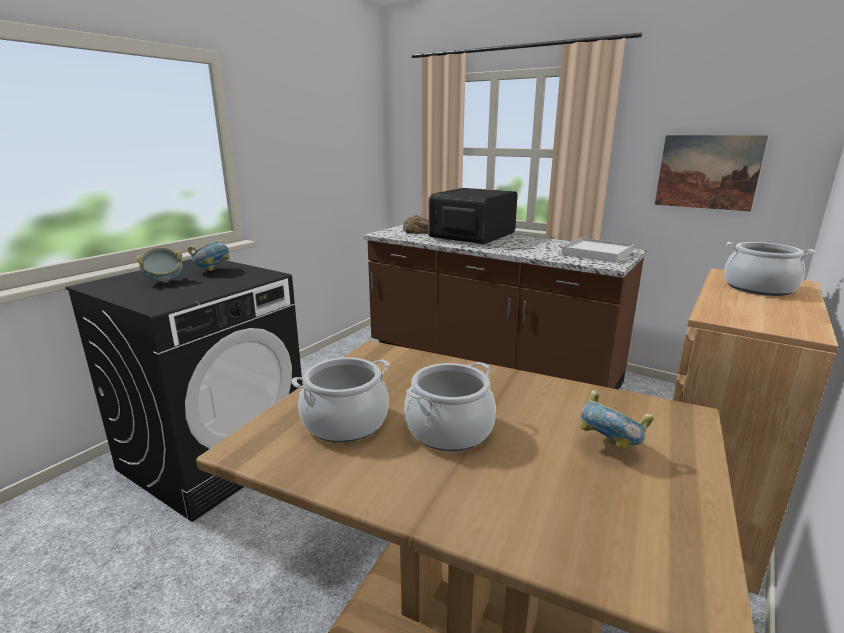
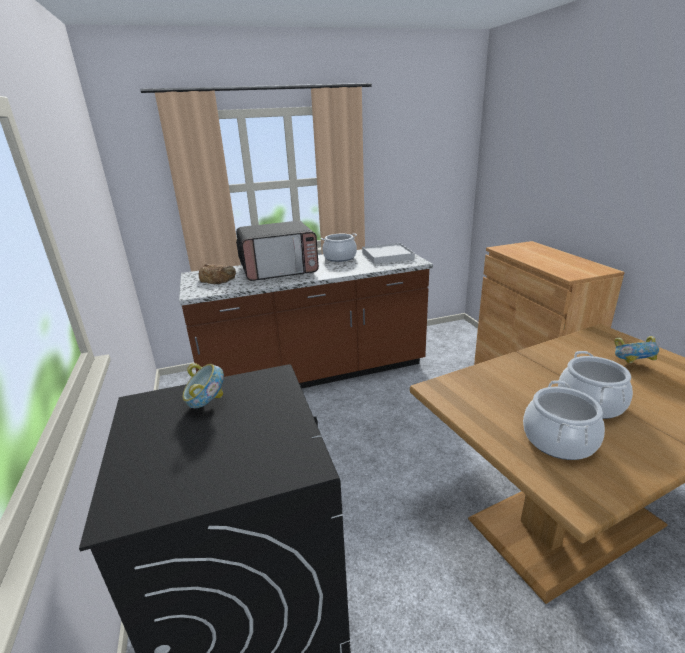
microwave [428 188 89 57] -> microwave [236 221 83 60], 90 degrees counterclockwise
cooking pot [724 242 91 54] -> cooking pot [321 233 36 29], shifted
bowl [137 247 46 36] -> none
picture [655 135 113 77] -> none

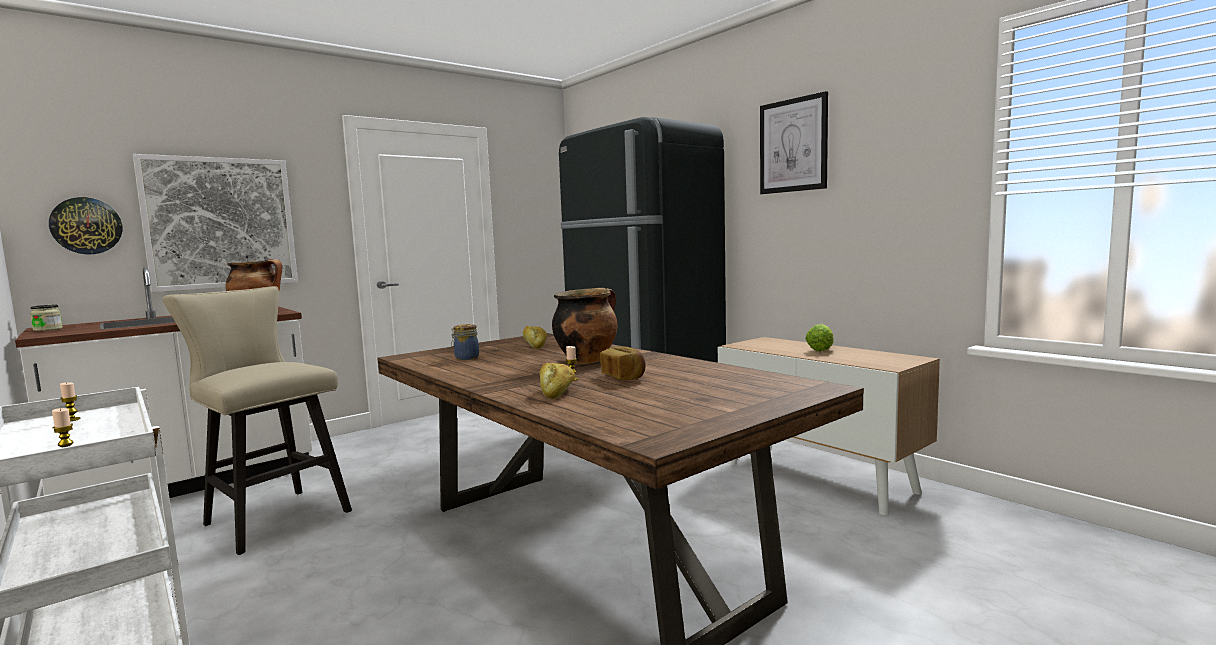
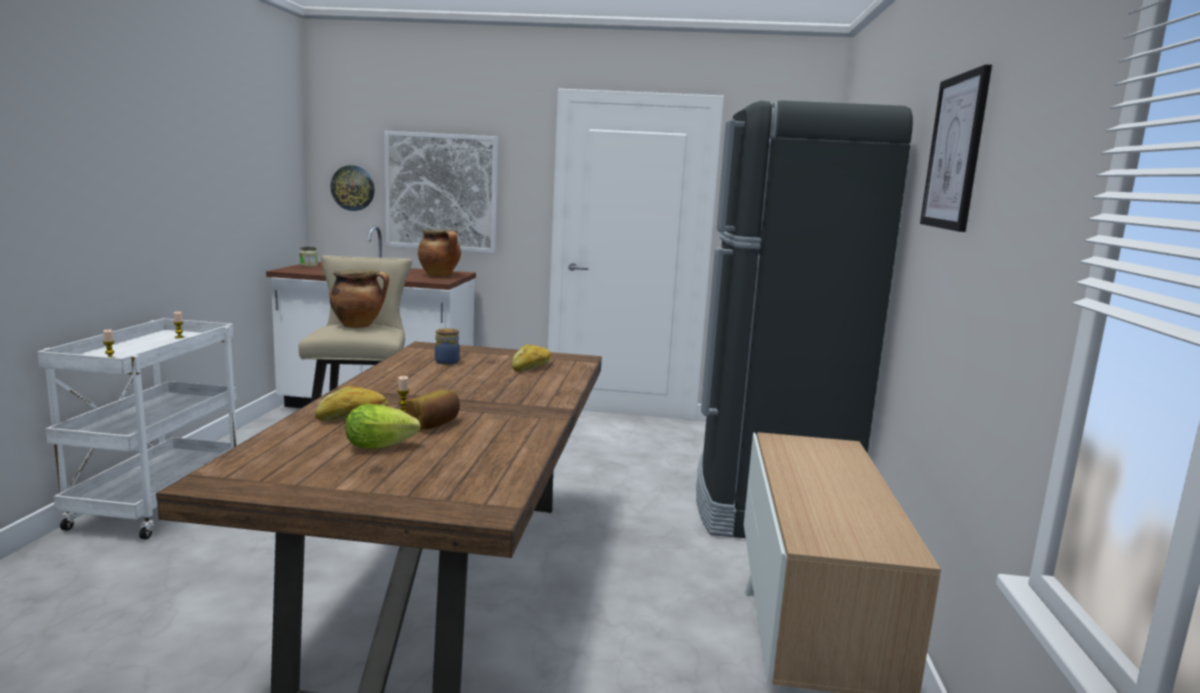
cooking pot [552 288 65 76] -> cooking pot [329 270 60 58], shifted
lettuce [805 324 29 28] -> lettuce [346 404 75 45], shifted

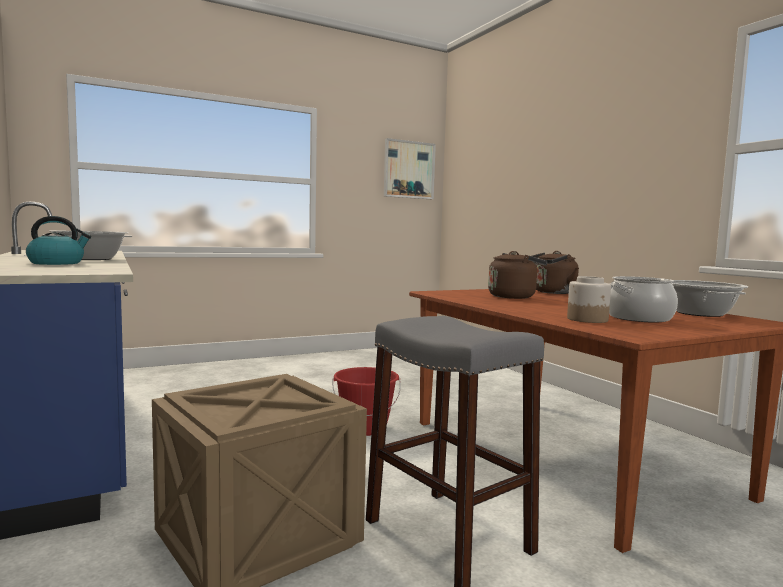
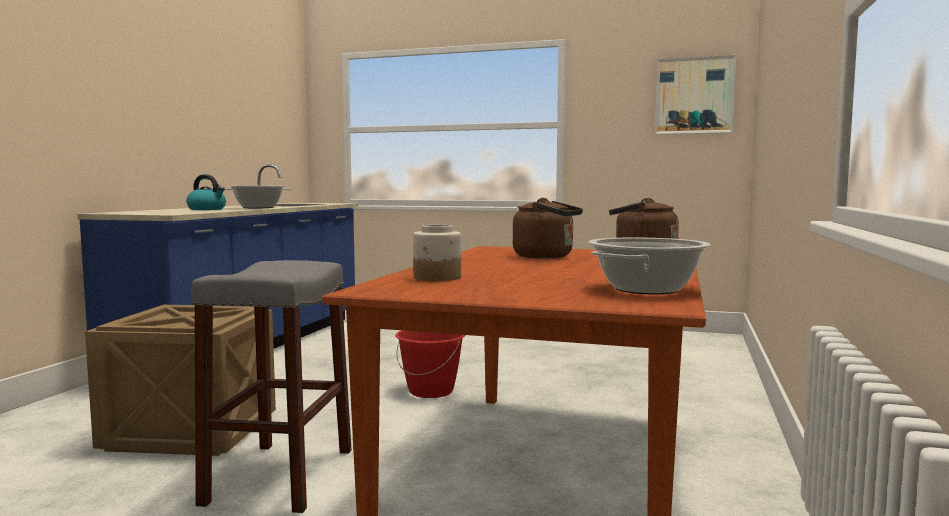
cooking pot [609 276 69 46] -> none

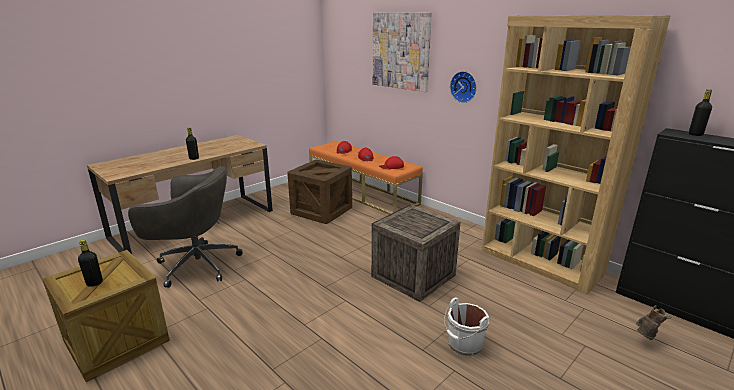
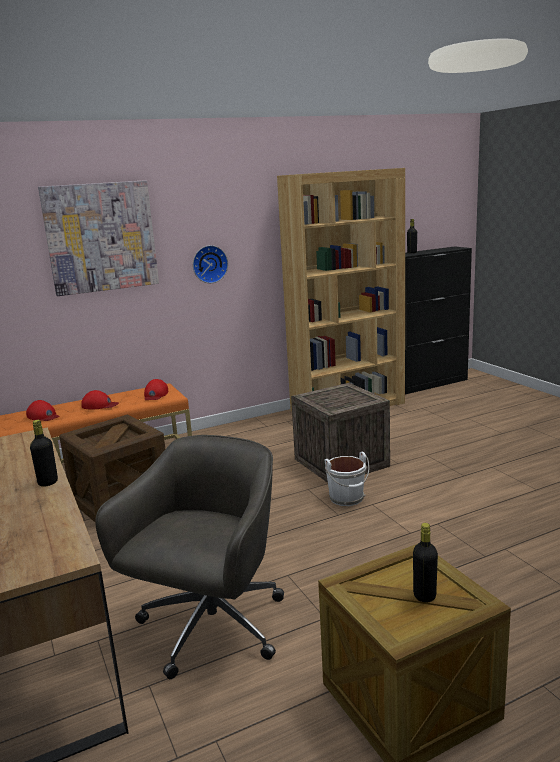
white bucket [444 297 45 59] -> white bucket [325 452 44 54], shifted
brown boot [636 305 36 35] -> none

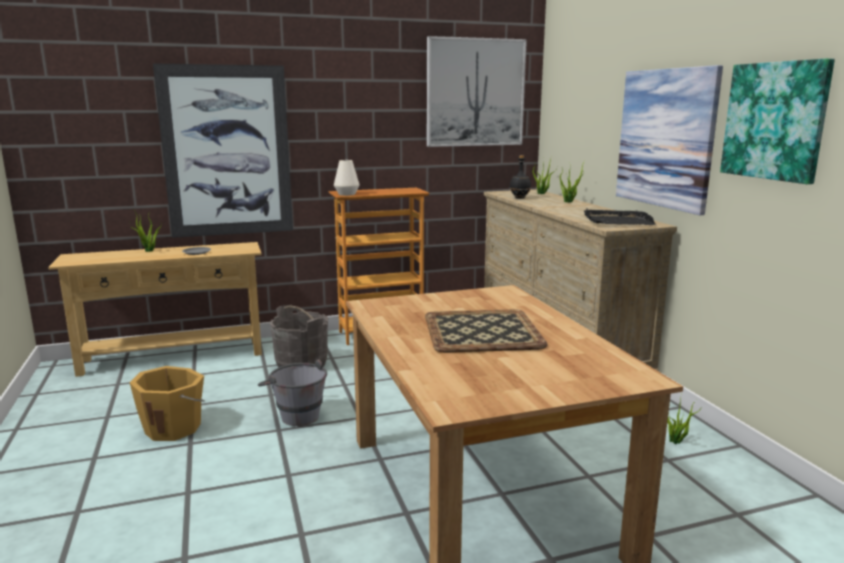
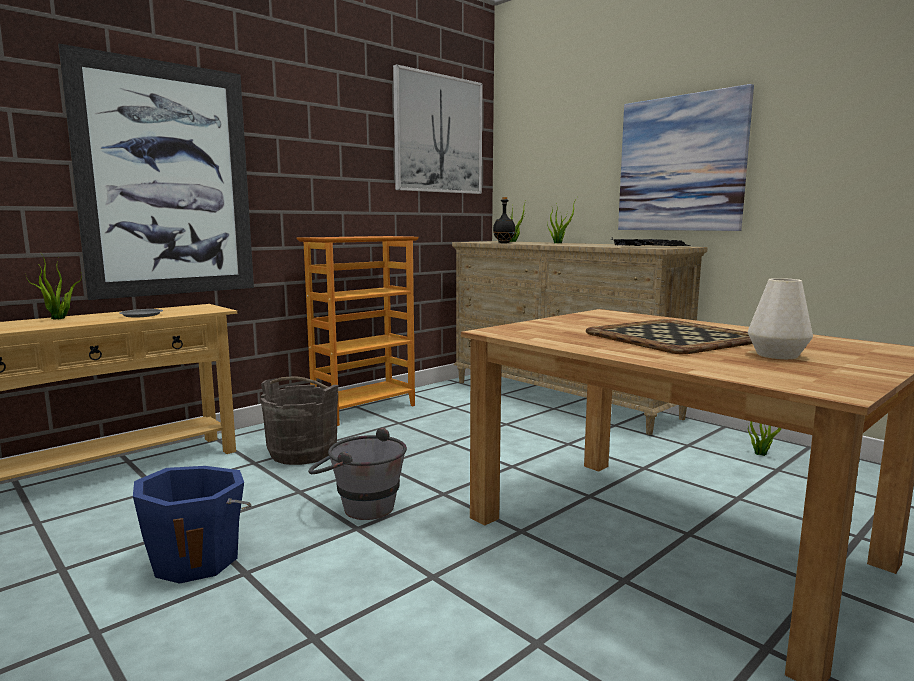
orange bucket [130 366 75 75] -> blue bucket [133 466 119 118]
white vase [334 160 25 36] -> white vase [748 278 65 81], shifted
picture [720 58 115 126] -> none

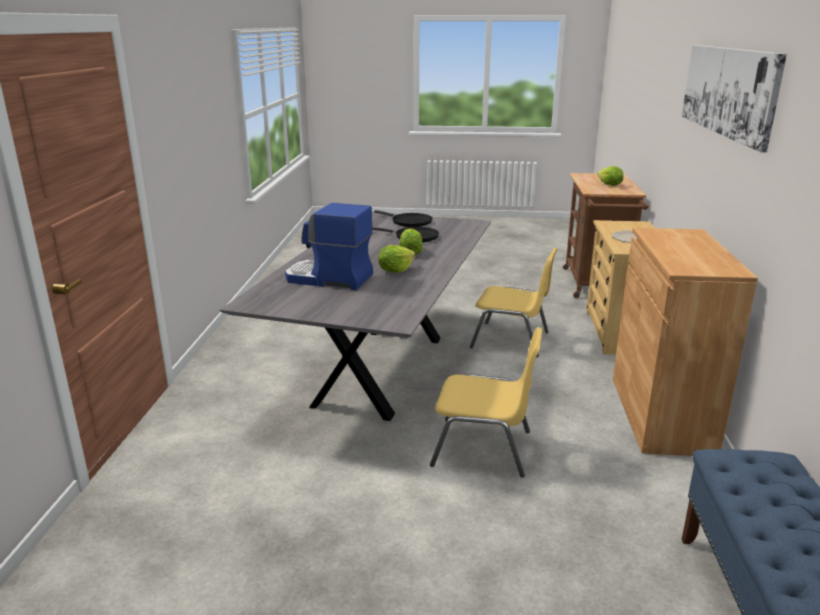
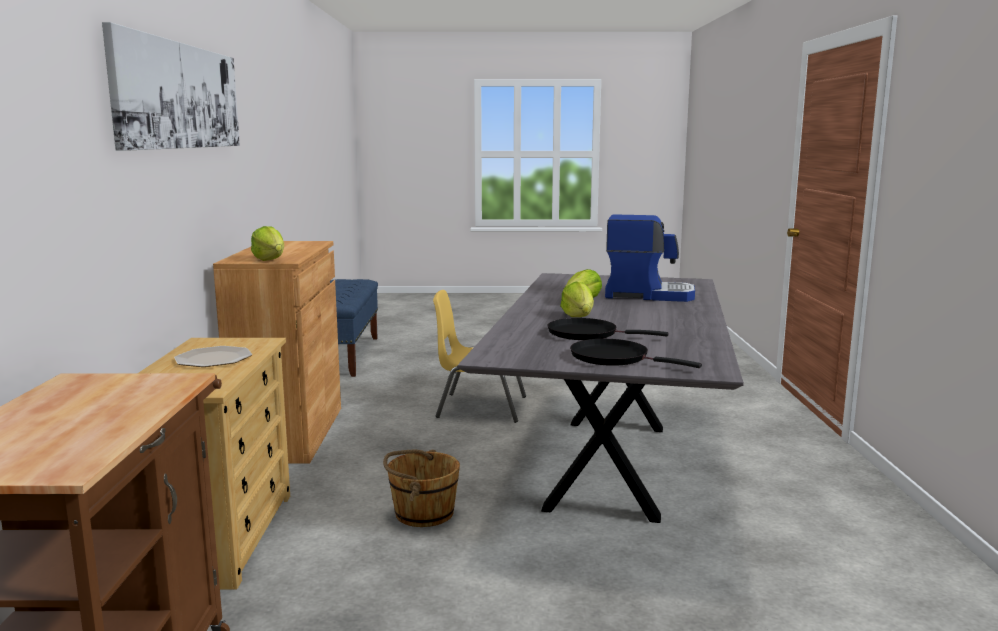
lettuce [597 166 26 20] -> lettuce [251 226 33 35], shifted
yellow chair [470 248 87 109] -> brown bucket [383 449 77 78]

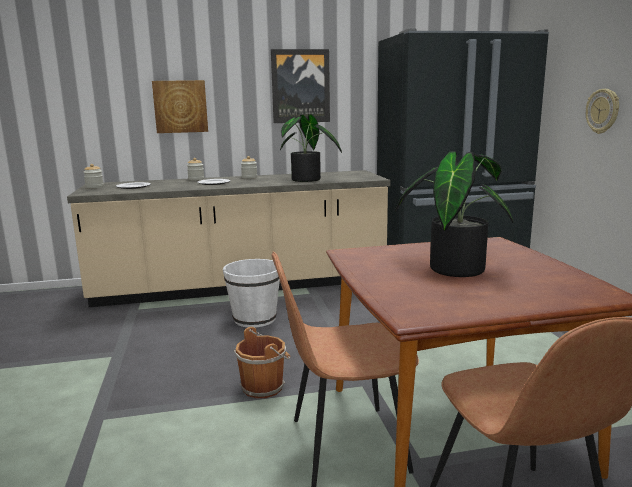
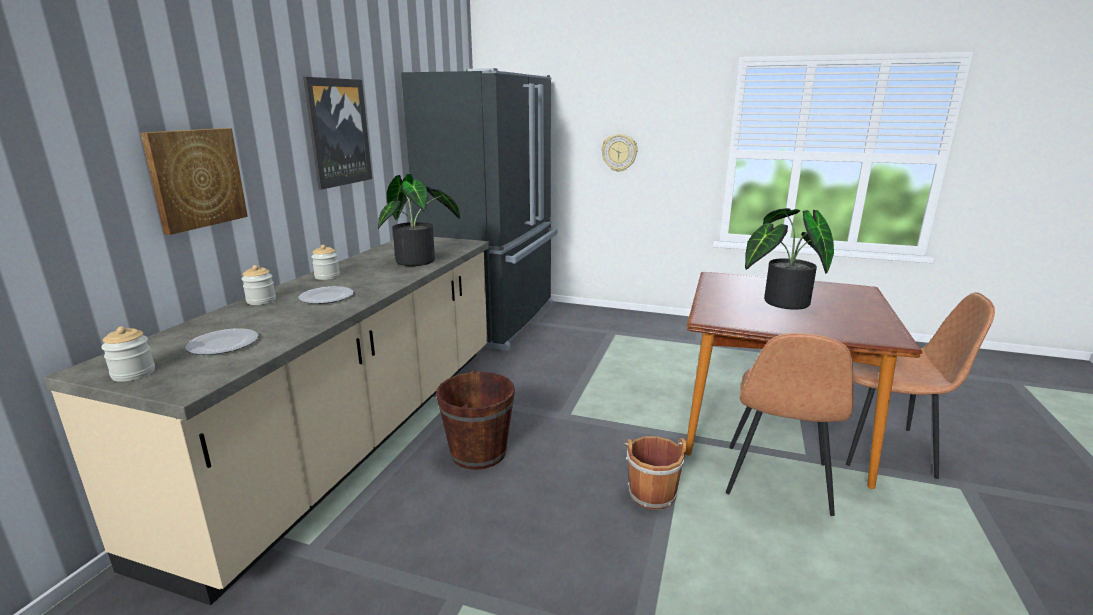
white bucket [223 259 57 68] -> brown bucket [436 369 79 101]

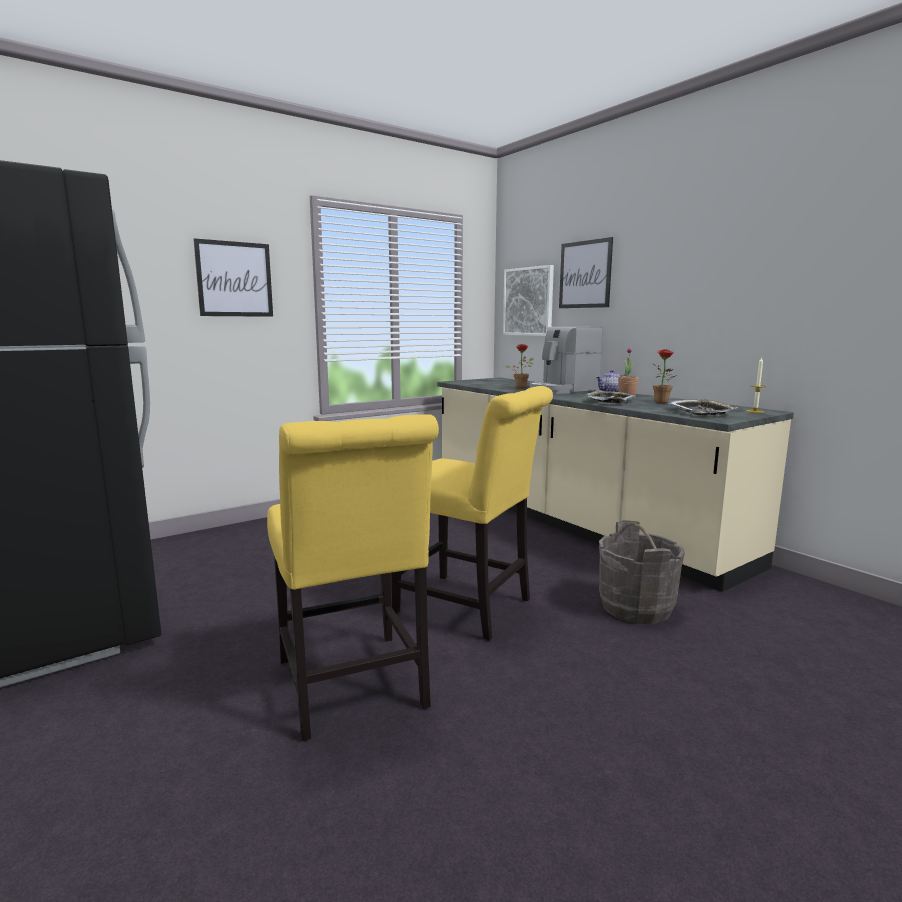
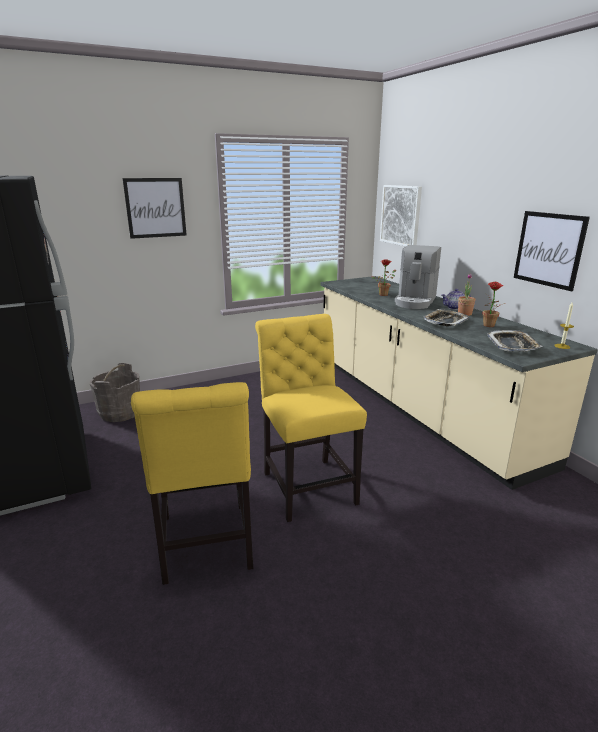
grey bucket [599 520 86 104] -> grey bucket [90 363 50 59], shifted
yellow chair [391 386 162 255] -> yellow chair [255 314 112 208], 150 degrees counterclockwise
coffee machine [530 327 73 67] -> coffee machine [395 245 46 64], 45 degrees counterclockwise
picture [559 237 54 71] -> picture [514 211 76 80], shifted

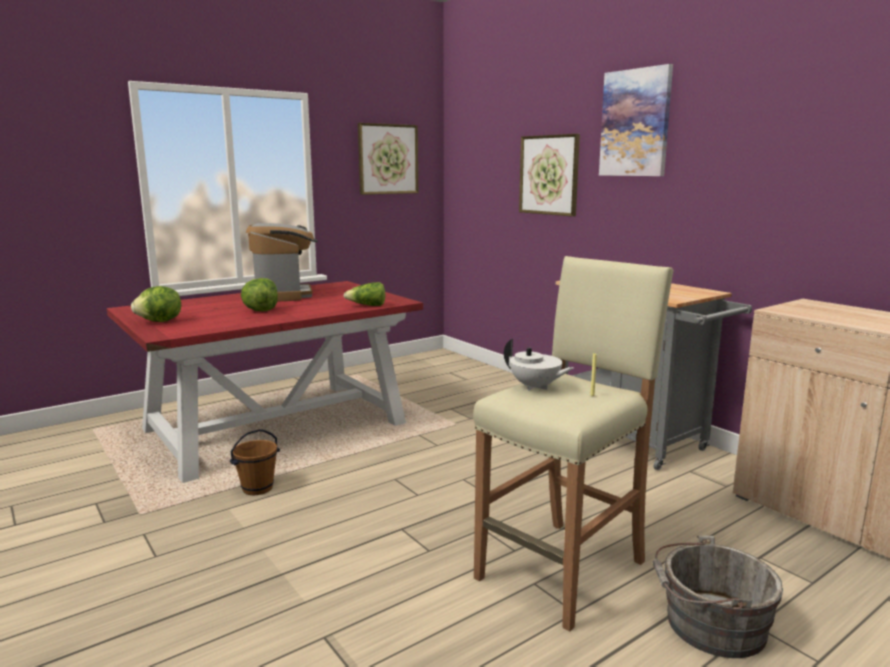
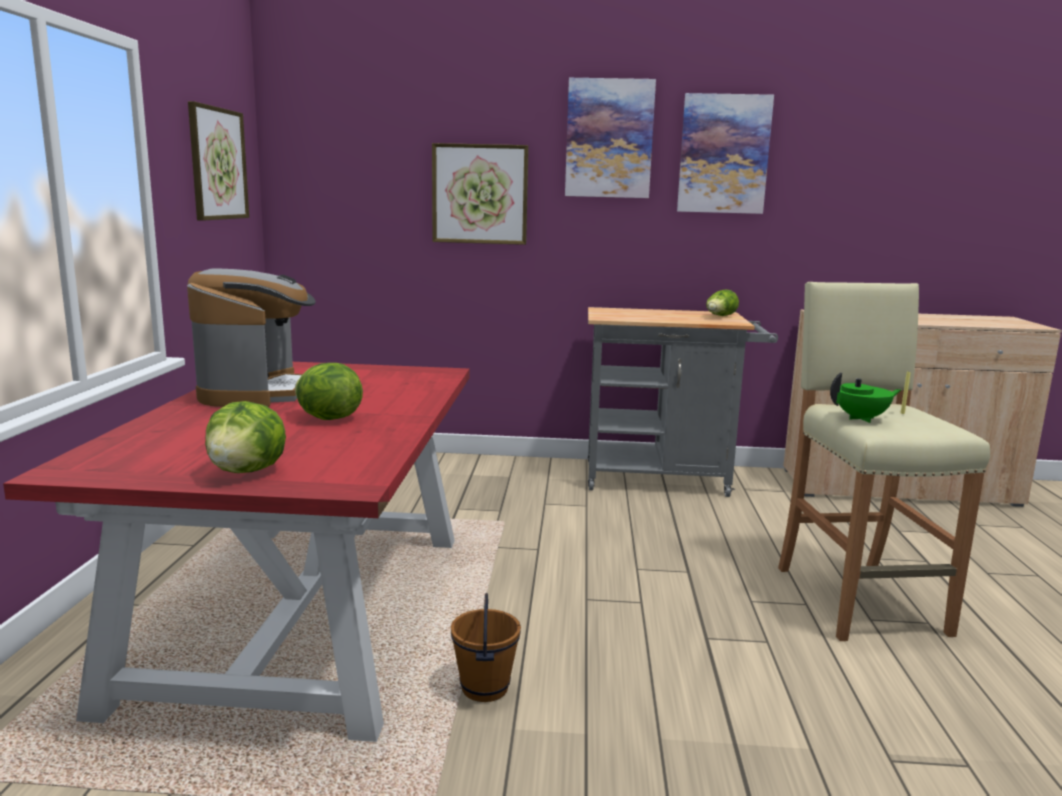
coffee machine [246 223 72 78] -> coffee machine [187 269 129 138], 60 degrees clockwise
none -> picture [677 93 97 121]
lettuce [343 282 42 24] -> lettuce [706 289 33 27], shifted
white teapot [504 339 69 52] -> green teapot [830 372 71 51]
grey bucket [652 535 131 123] -> none

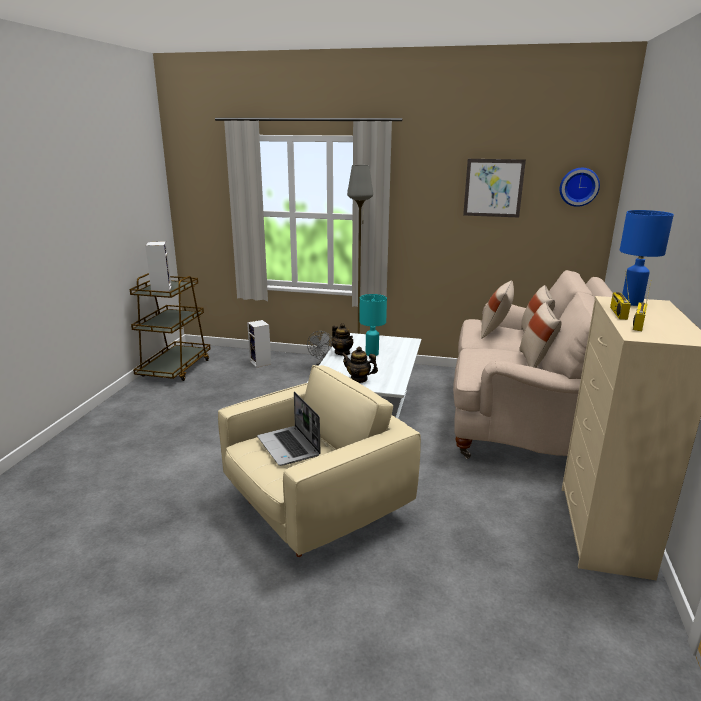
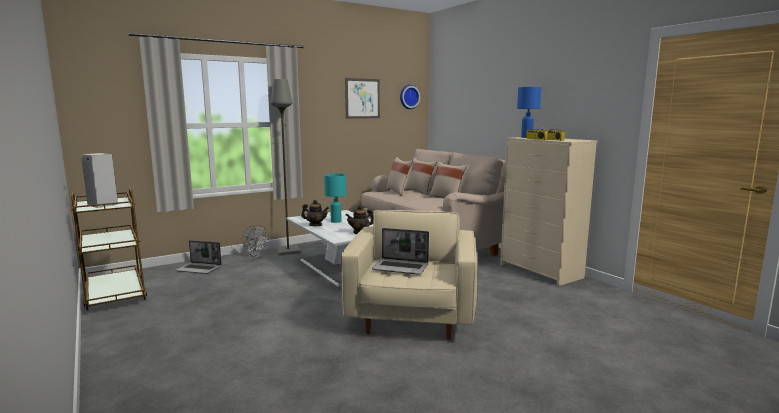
speaker [247 320 24 48] -> laptop [175 240 47 34]

